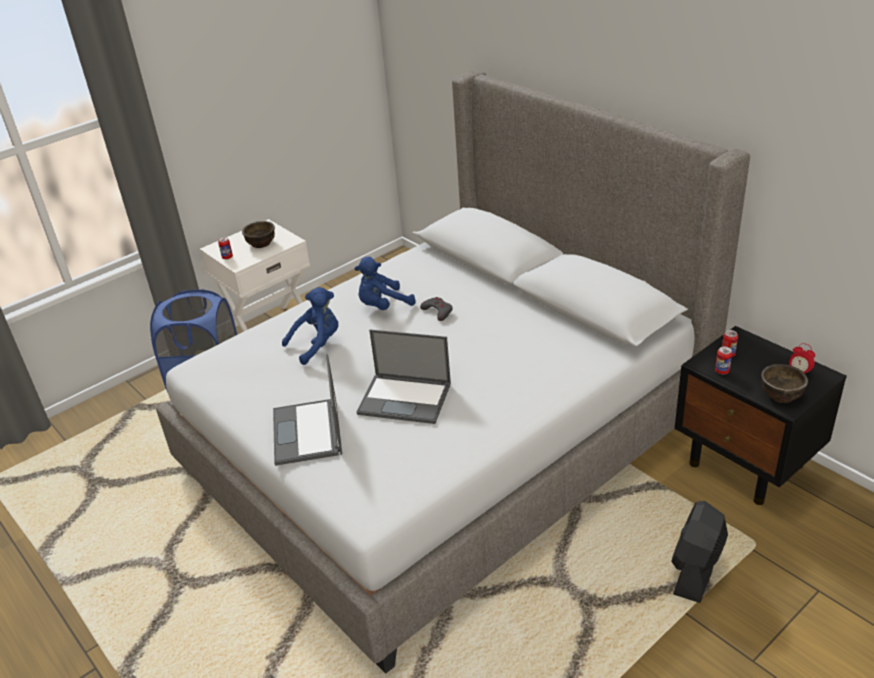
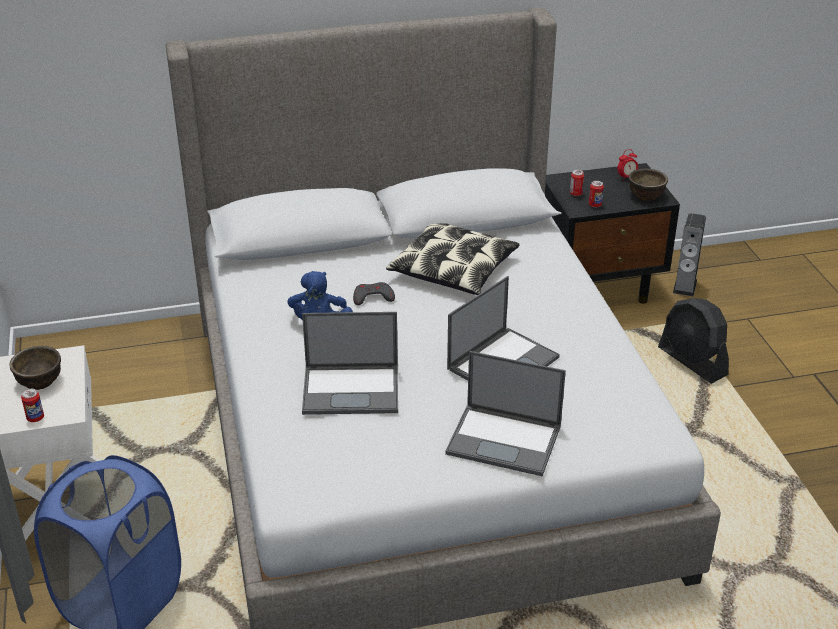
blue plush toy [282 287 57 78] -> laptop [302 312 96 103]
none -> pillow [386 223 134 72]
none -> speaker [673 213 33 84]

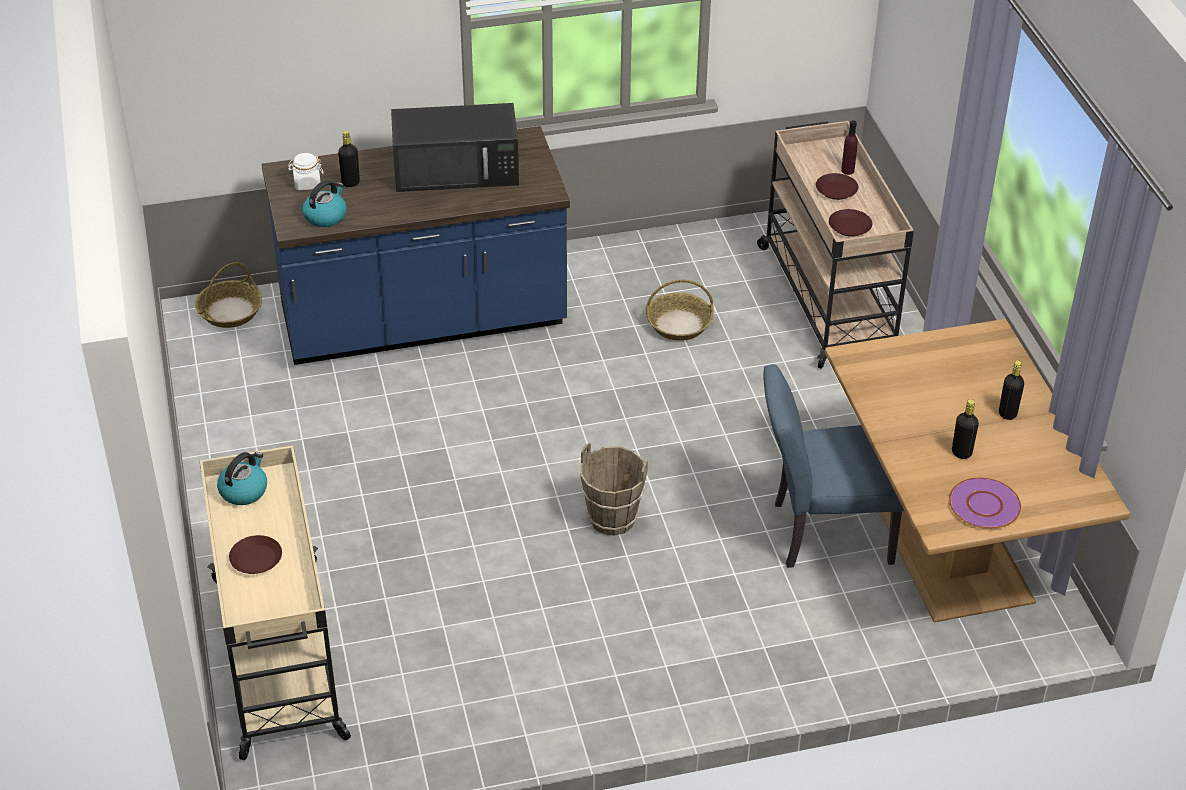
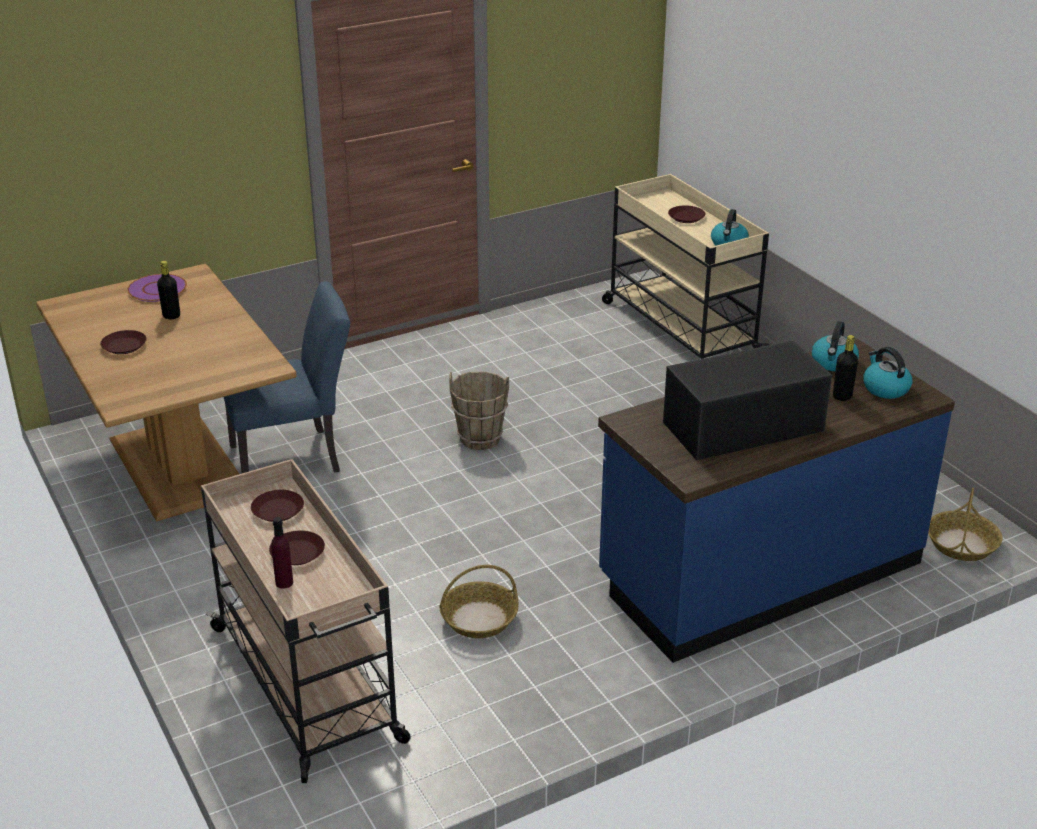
black bottle [999 360 25 60] -> brown plate [100 330 46 24]
white jar [288 153 35 37] -> kettle [863 347 49 52]

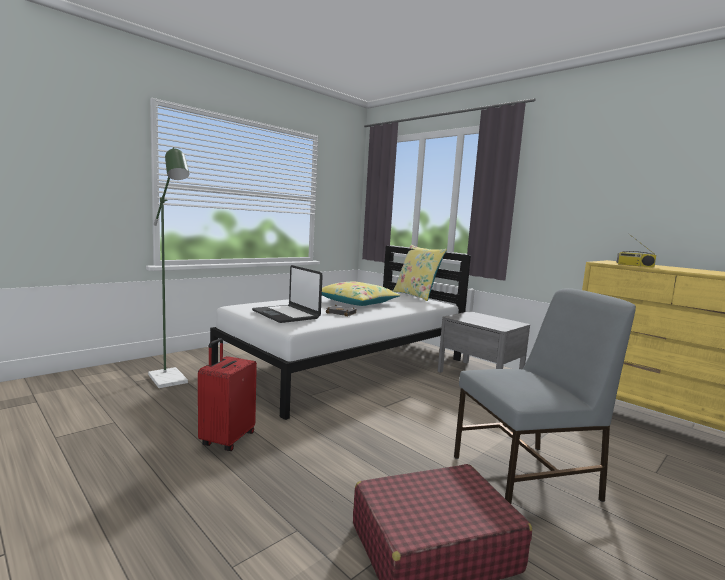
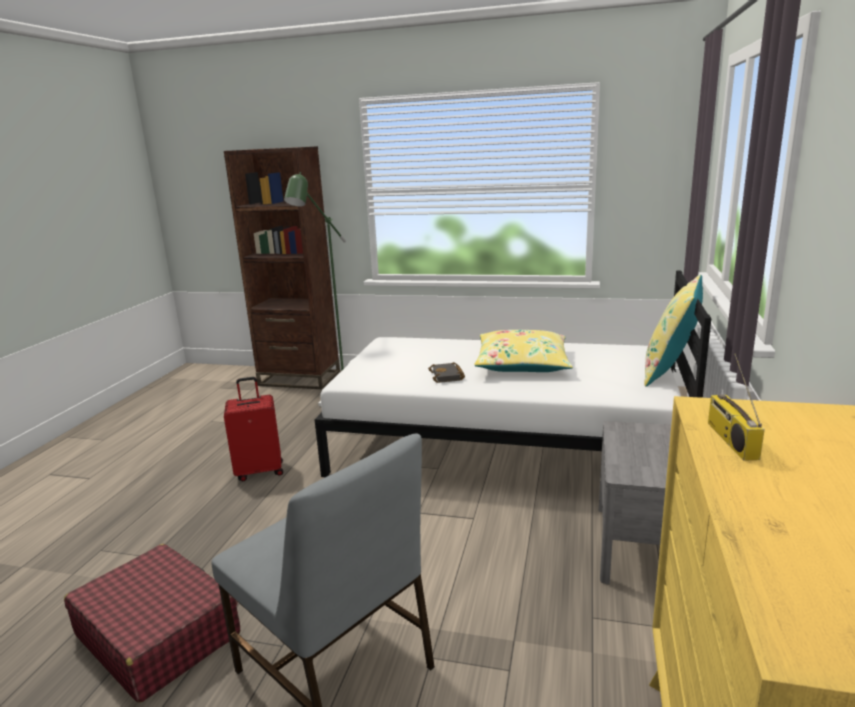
none -> brown bookcase [224 146 116 243]
laptop [252 265 71 58] -> none

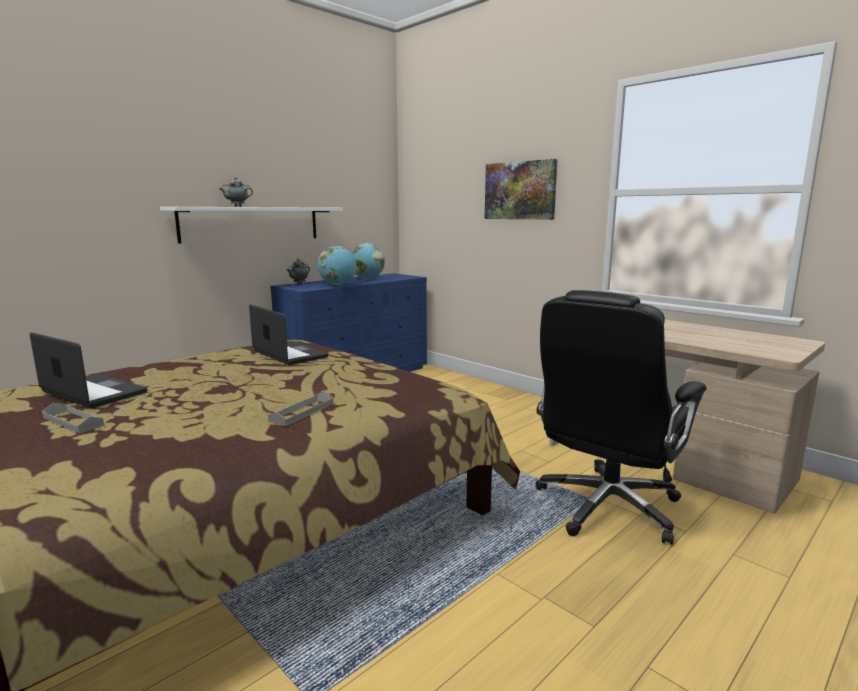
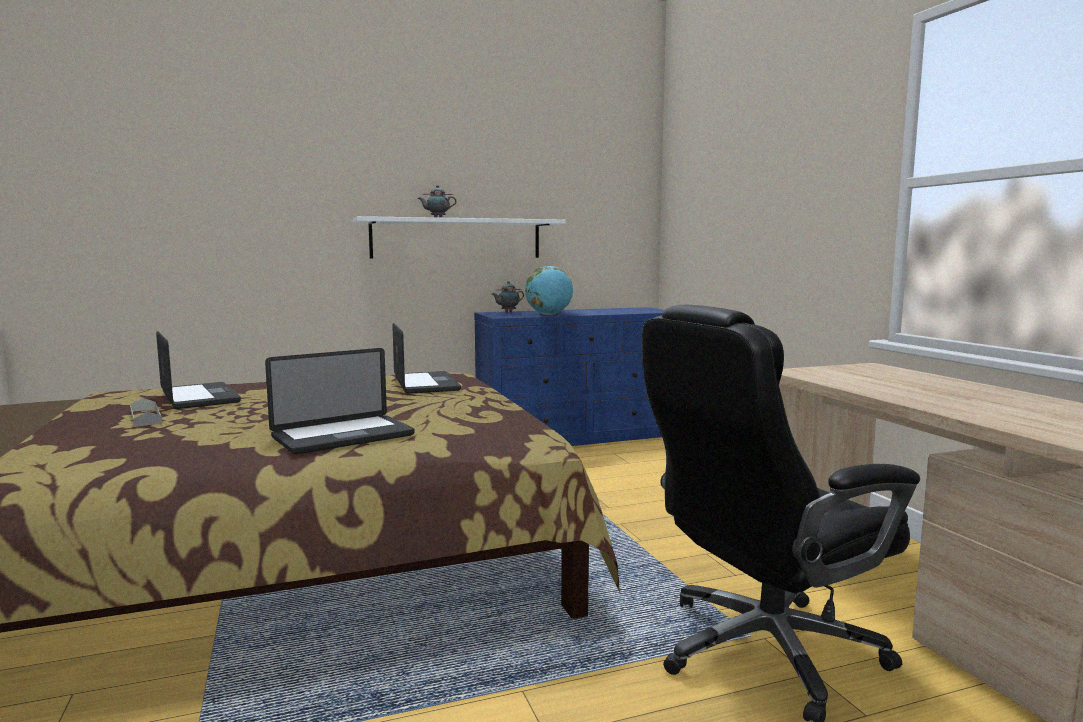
grey tray [268 391 65 35] -> laptop [265 348 150 106]
globe [351 243 34 36] -> none
picture [485 159 73 61] -> none

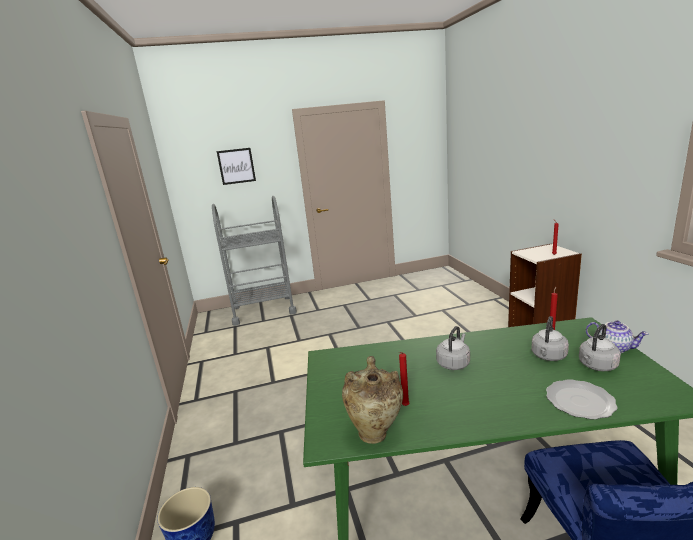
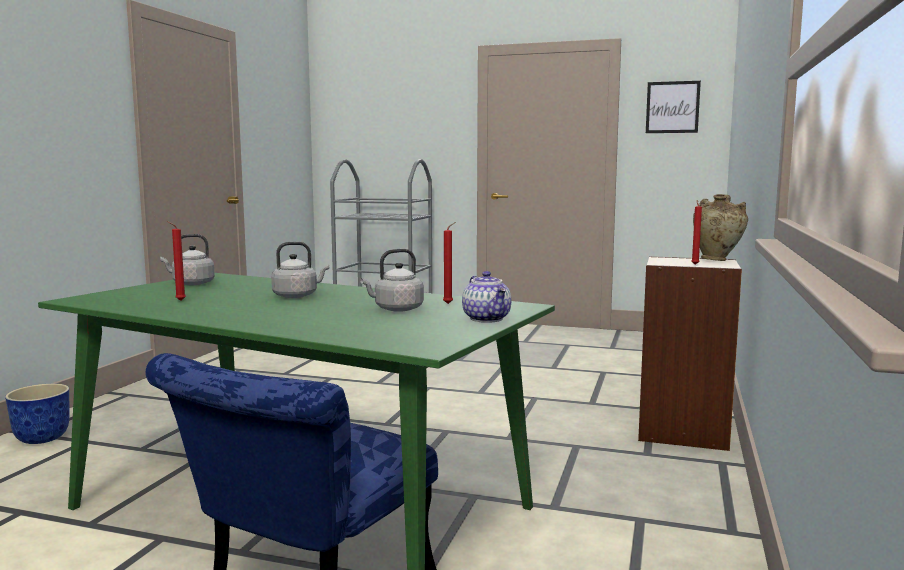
grey kettle [579 324 42 47] -> grey kettle [160 234 55 51], shifted
picture [217 148 39 37] -> picture [646 81 55 52], shifted
beige vase [342 356 61 88] -> beige vase [693 194 55 67], shifted
plate [546 379 72 41] -> none

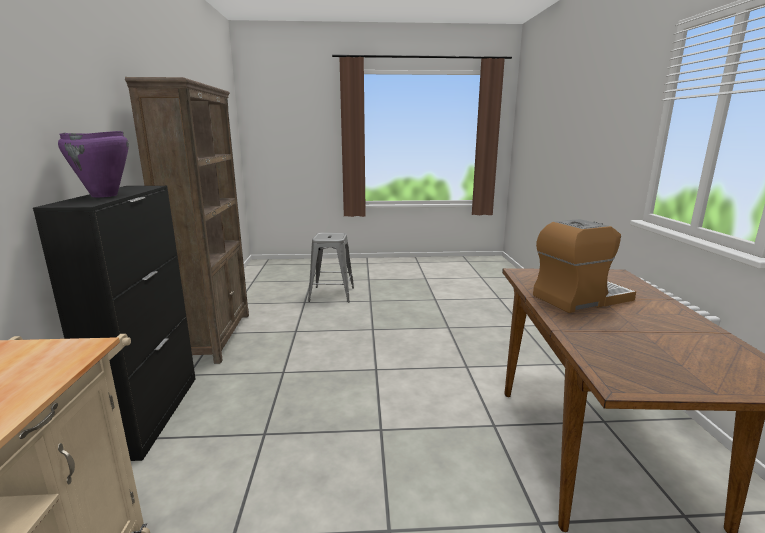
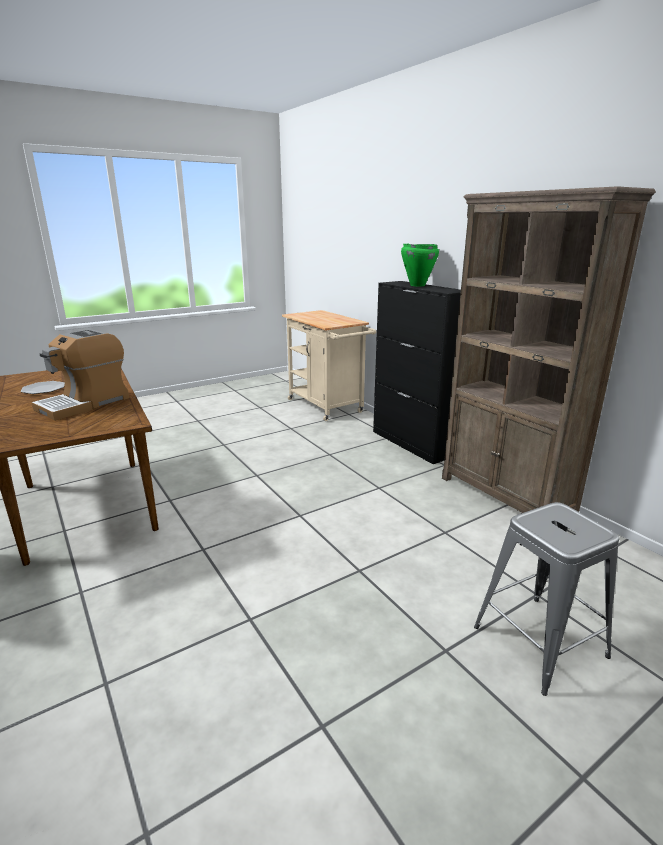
none -> plate [21 381 44 13]
purple cooking pot [58 131 71 66] -> green cooking pot [401 243 38 43]

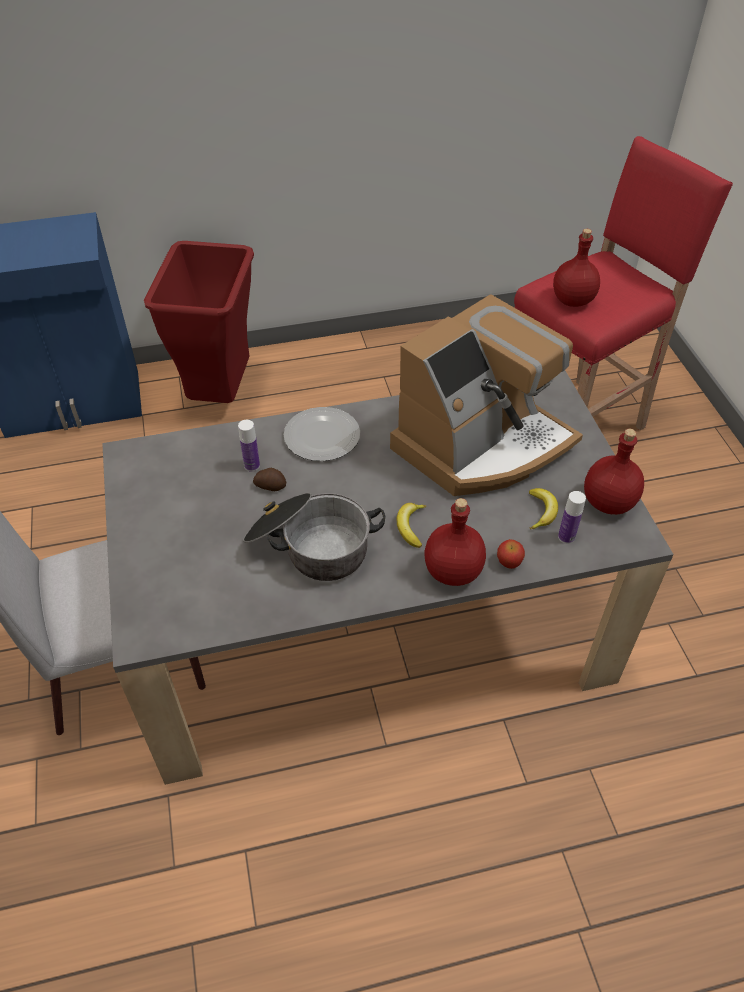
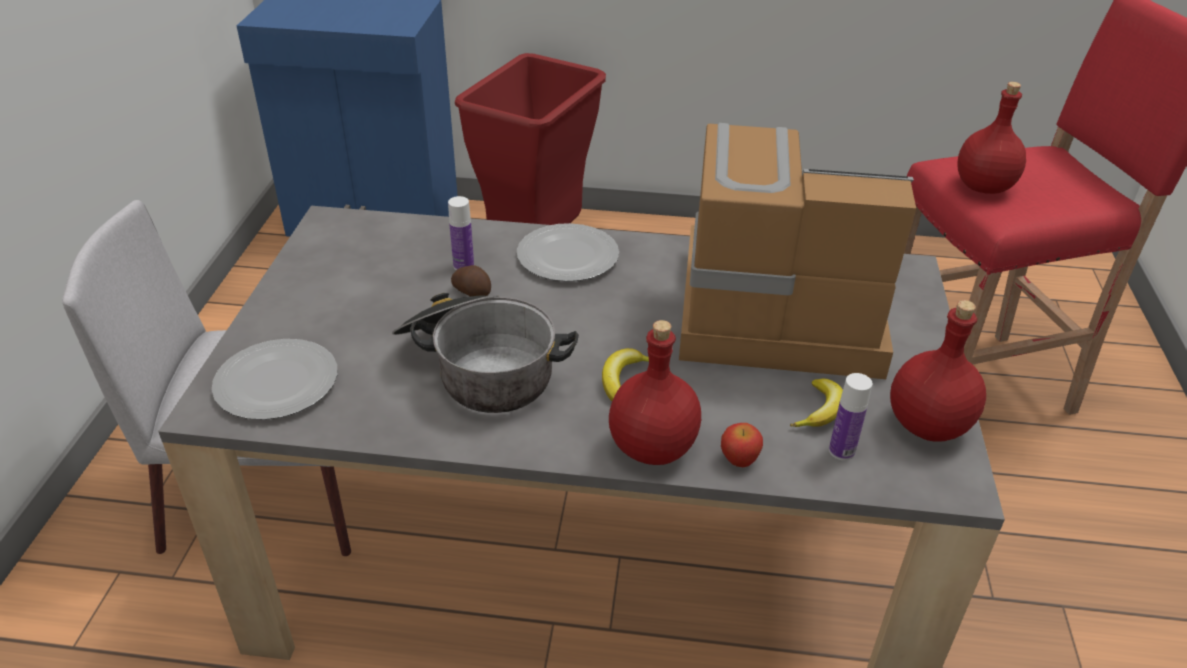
none -> plate [212 339 125 81]
coffee machine [390 294 193 202] -> coffee machine [679 123 237 256], 150 degrees counterclockwise

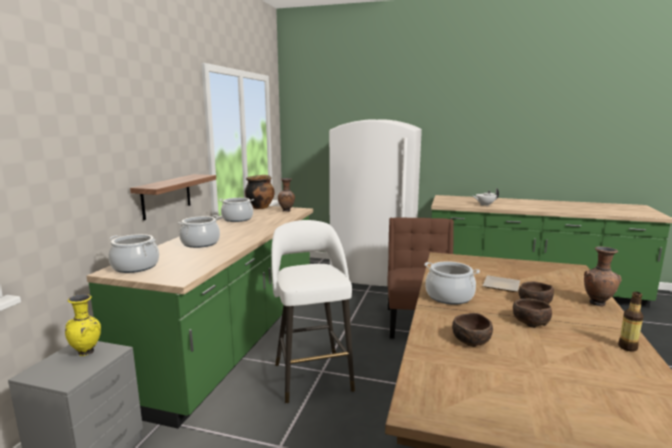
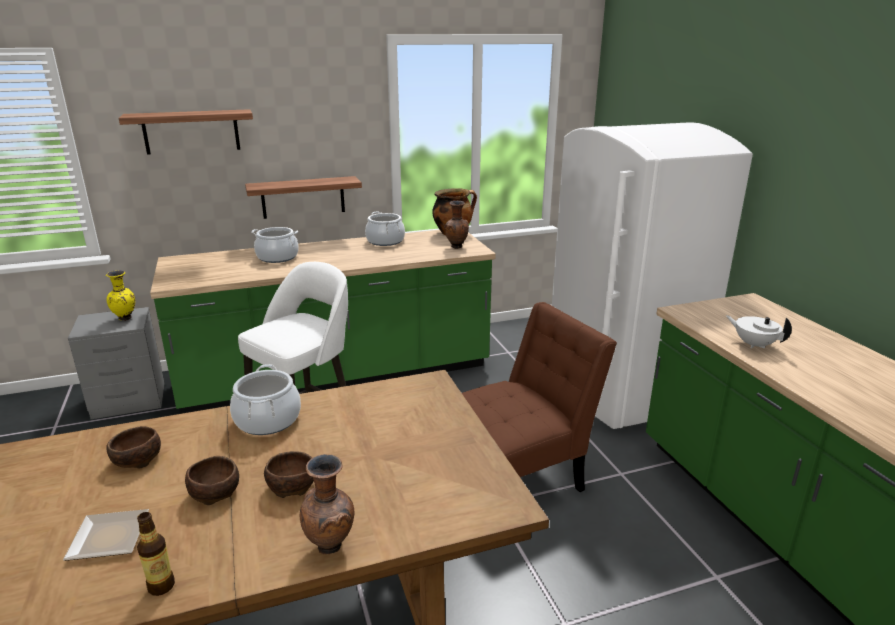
plate [483 276 37 16] -> plate [63 509 86 52], shifted
none -> shelf [119 109 134 46]
cooking pot [108 234 51 39] -> none

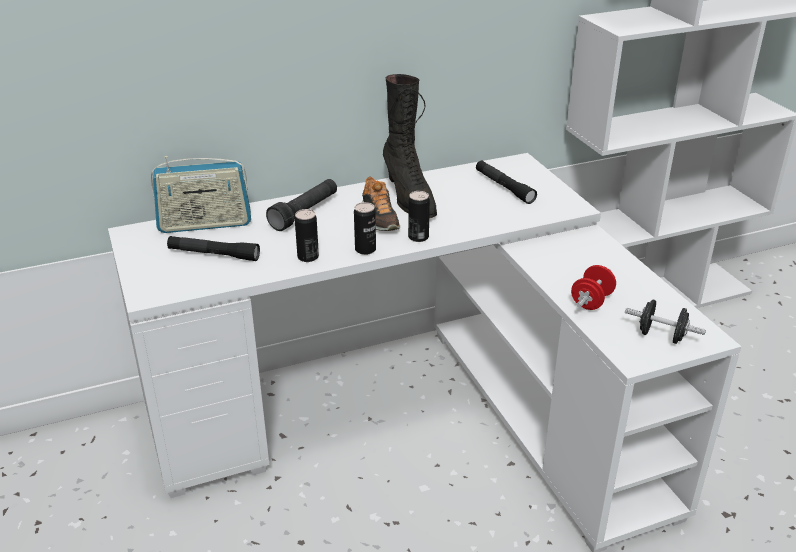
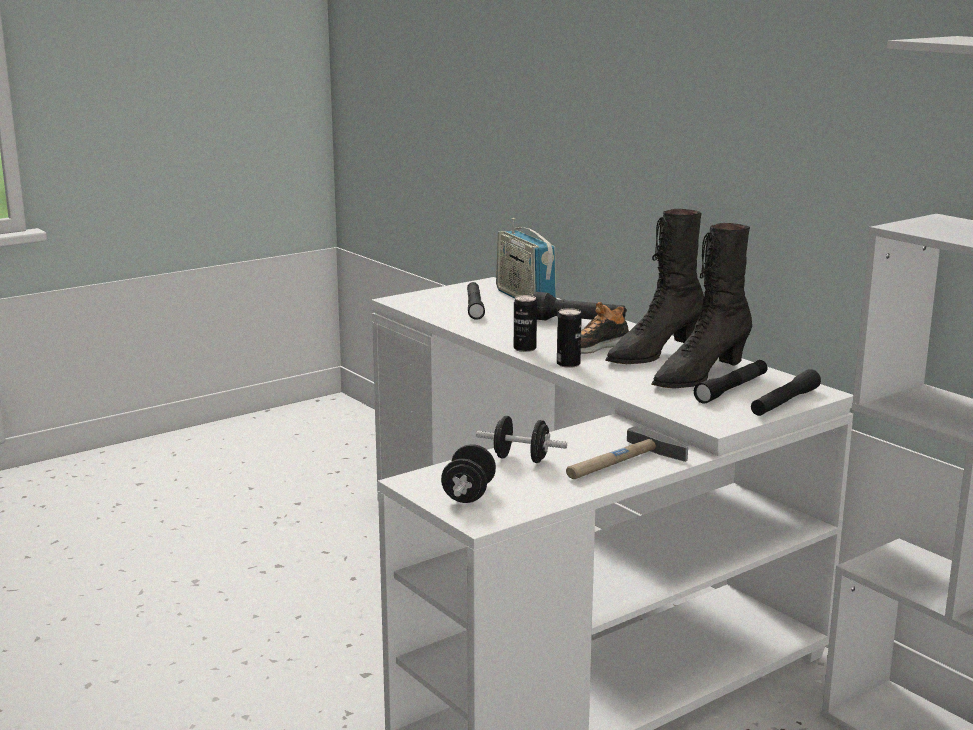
red dumbbell [571 265 45 45] -> black dumbbell [476 416 91 47]
none -> hammer [566 426 122 53]
none -> black boot [652 223 100 166]
none -> black flashlight [751 369 70 47]
can [295 209 24 53] -> none

